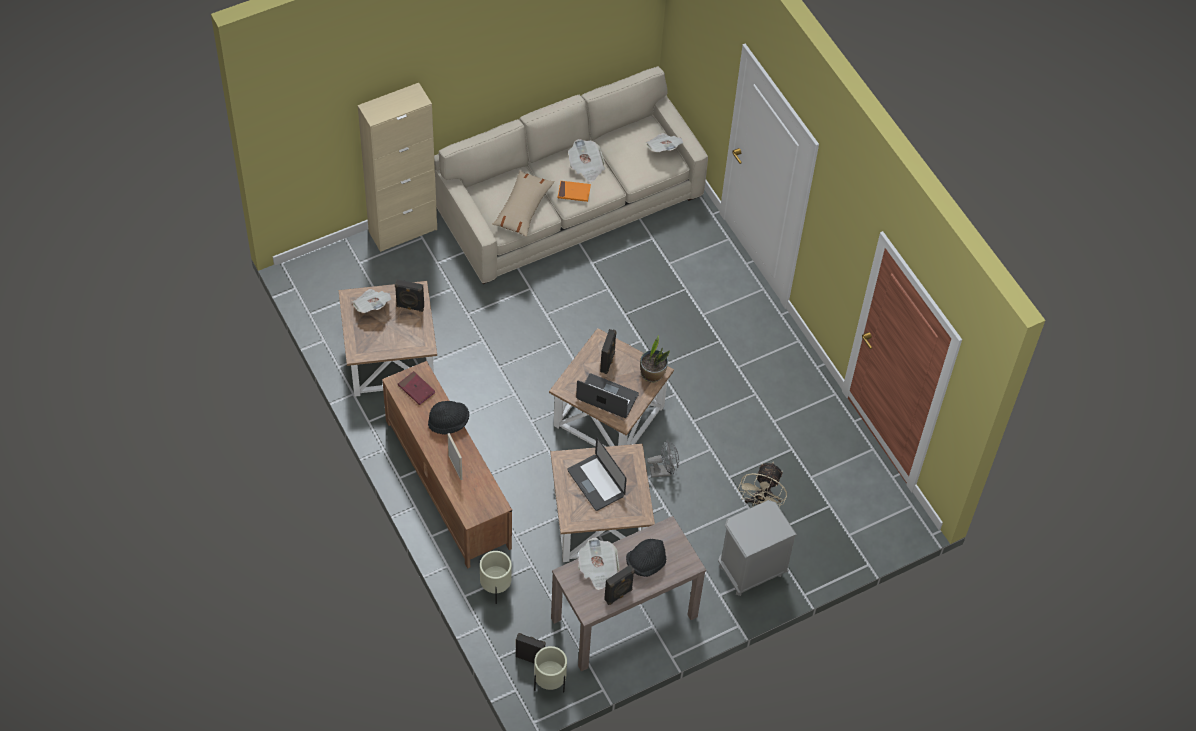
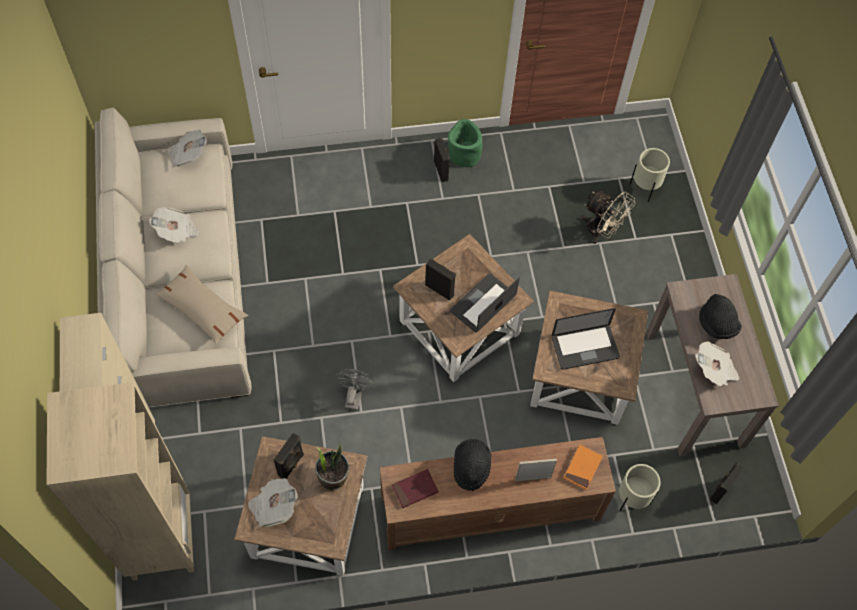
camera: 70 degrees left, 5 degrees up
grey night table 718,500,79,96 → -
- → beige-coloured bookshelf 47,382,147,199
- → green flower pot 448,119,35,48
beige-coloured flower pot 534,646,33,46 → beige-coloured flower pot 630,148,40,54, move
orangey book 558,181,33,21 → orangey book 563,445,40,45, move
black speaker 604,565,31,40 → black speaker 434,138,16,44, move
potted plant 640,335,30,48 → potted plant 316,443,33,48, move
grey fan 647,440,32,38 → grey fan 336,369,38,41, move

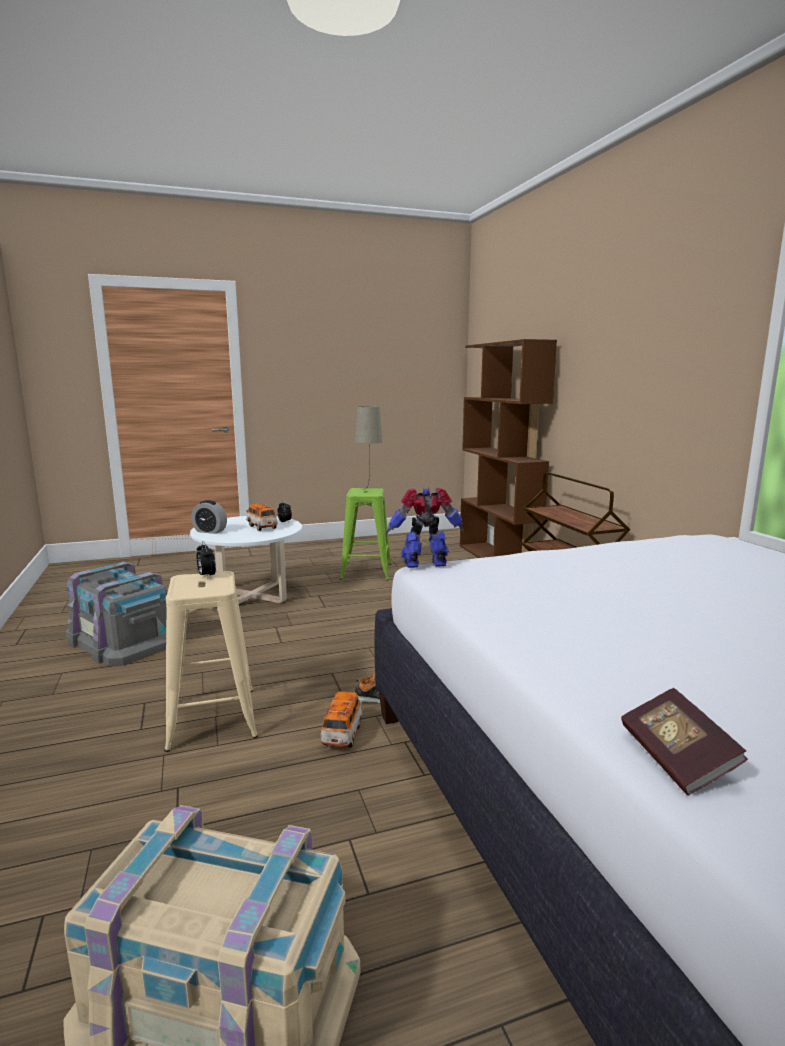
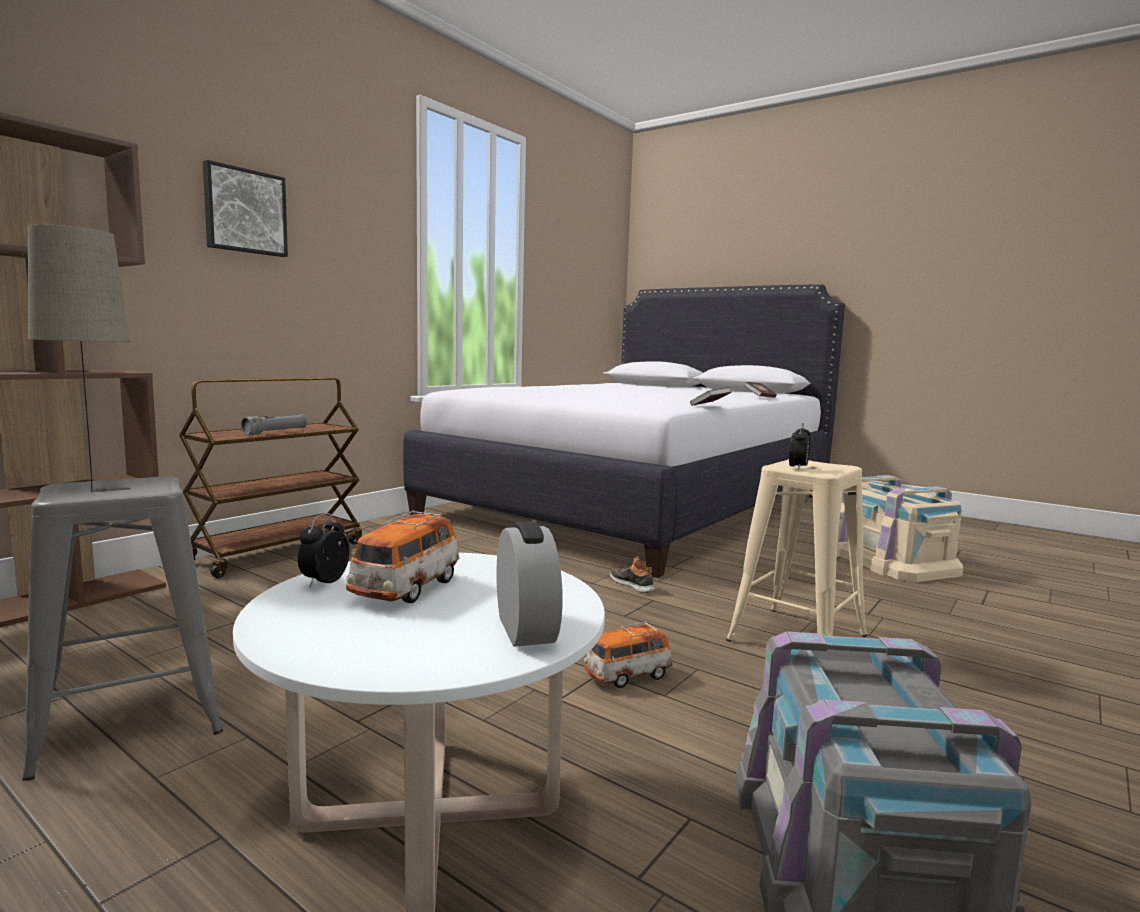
camera: 125 degrees left, 5 degrees down
robot figure 386,487,78,81 → -
- → picture 203,160,85,97
- → grey flashlight 241,414,66,21
- → book 690,387,41,19
toy car 320,692,42,56 → toy car 584,622,89,66, move
green sitting stool 340,488,51,93 → grey sitting stool 22,476,201,305

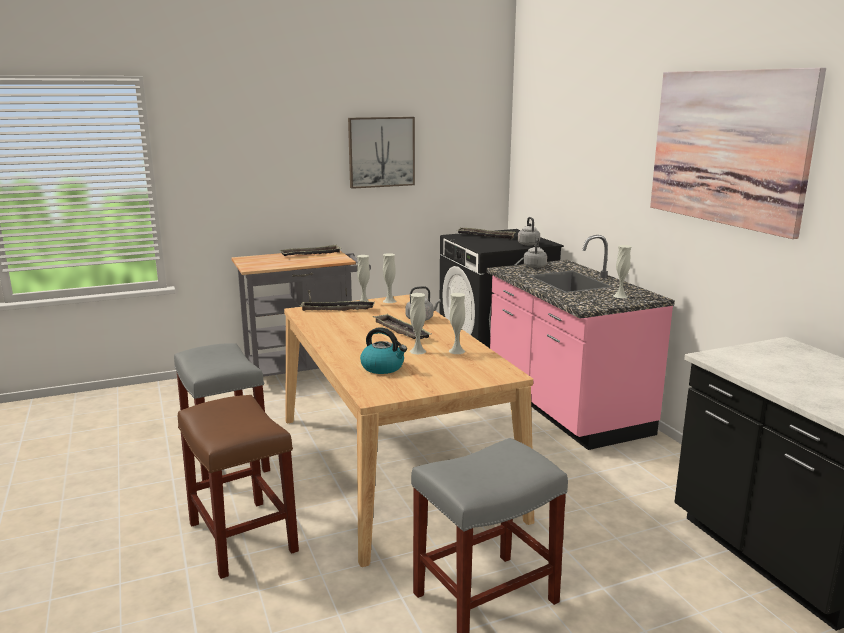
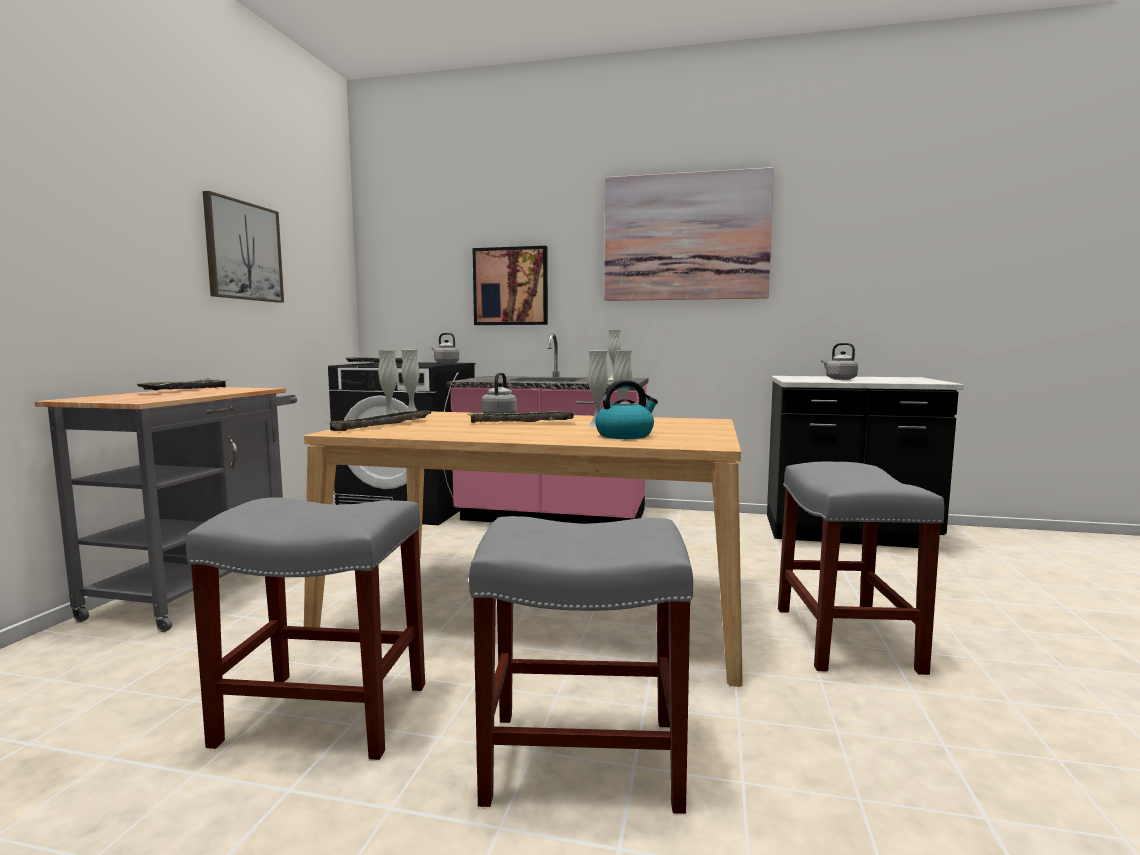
camera: 55 degrees left, 10 degrees down
- → picture 472,246,76,79
grey water kettle 523,238,24,30 → grey water kettle 821,343,37,37, move
brown sitting stool 178,395,121,184 → grey sitting stool 469,516,224,298

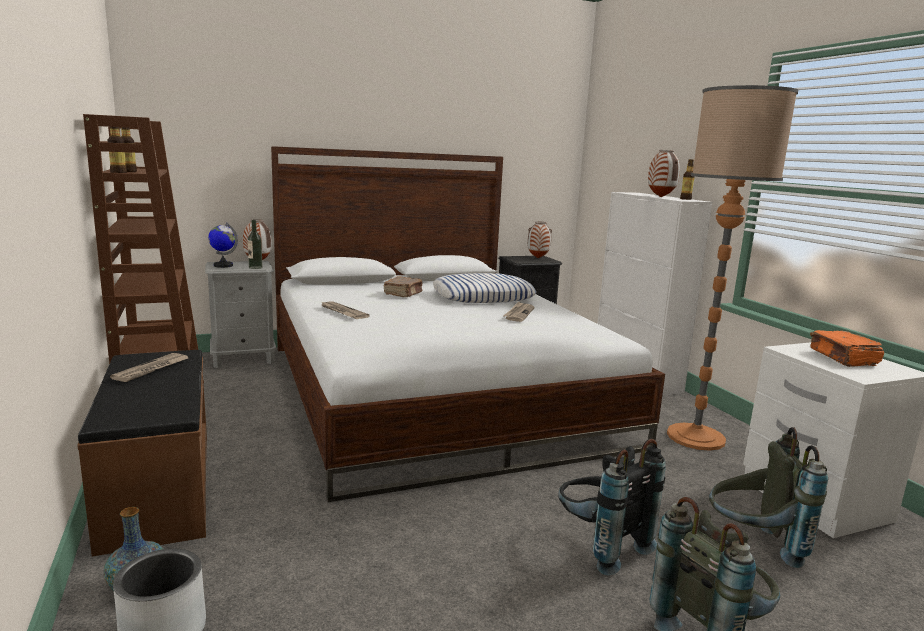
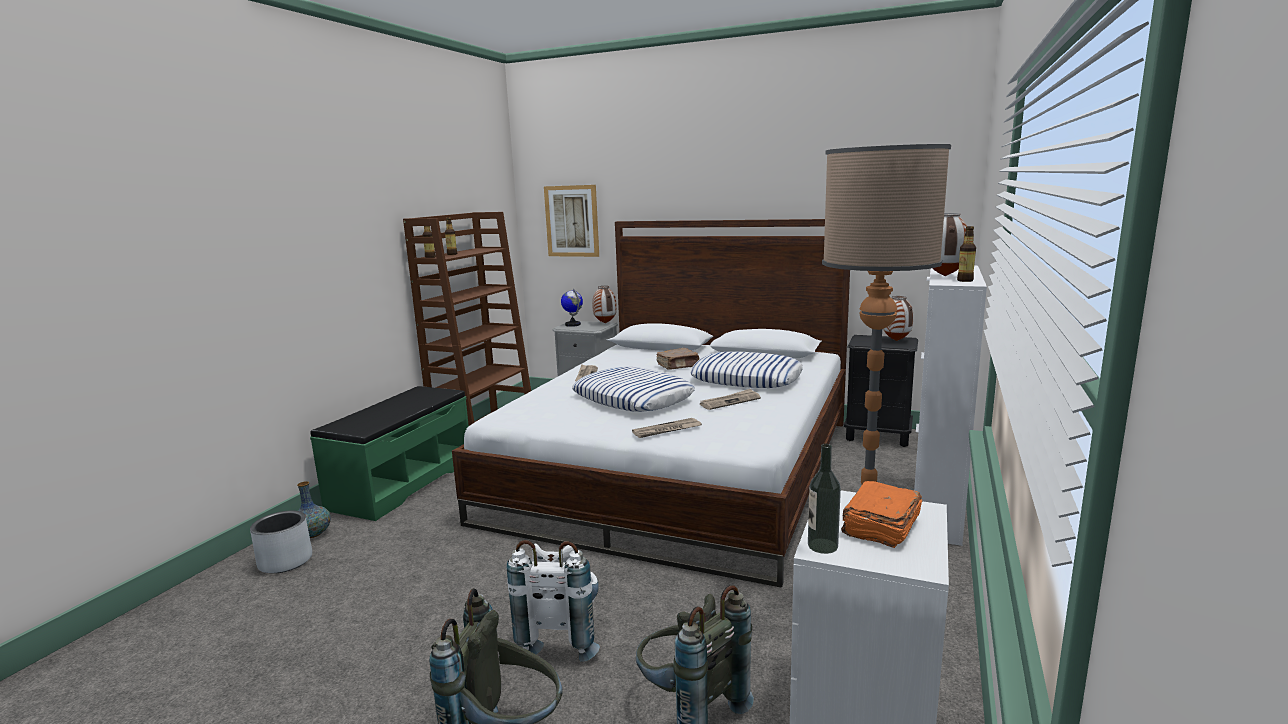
camera: 45 degrees right, 0 degrees up
- → picture 544,185,55,72
- → cushion 572,367,123,45
daily paper 110,353,78,29 → daily paper 632,418,70,20, move
beverage bottle 248,220,15,49 → beverage bottle 808,444,33,110, move
brown bench 77,350,130,207 → green bench 310,386,159,135
black knapsack 558,439,108,137 → whitish knapsack 507,540,93,122

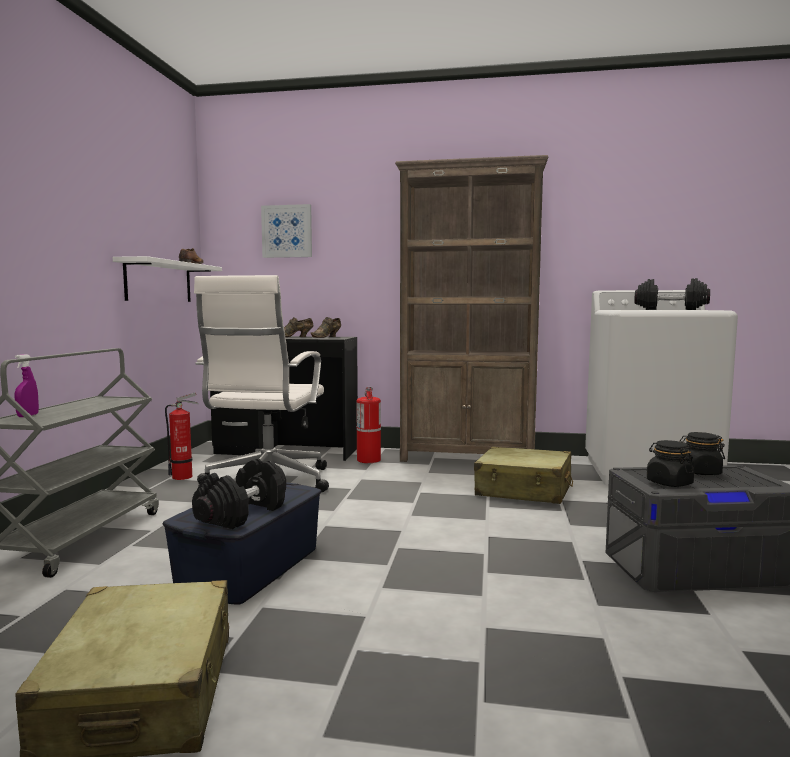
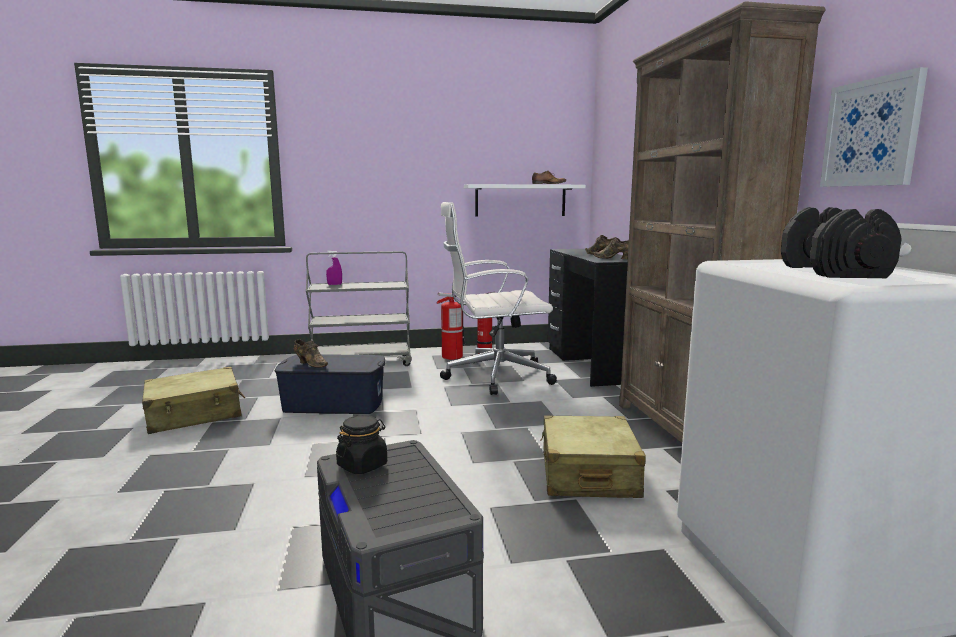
camera: 70 degrees right, 5 degrees up
black storage jar 679,432,46,43 → -
picture 261,204,51,54 → picture 820,67,108,120, move
extinguisher 356,387,25,76 → extinguisher 437,292,28,68, move
black free weight 192,459,94,70 → brown low shoe 294,339,34,29

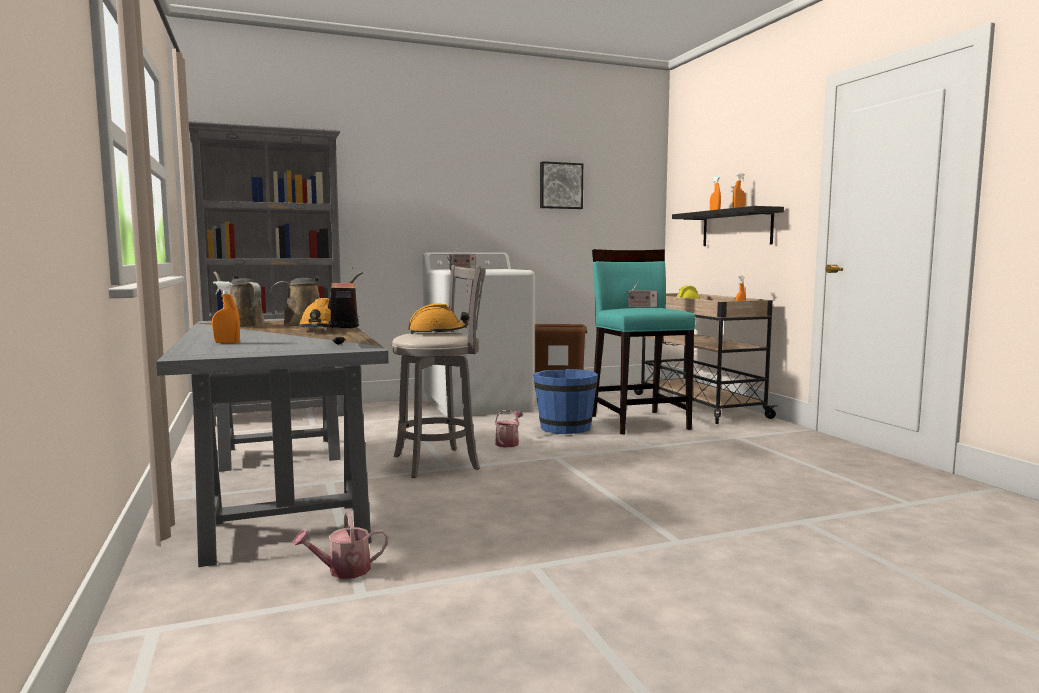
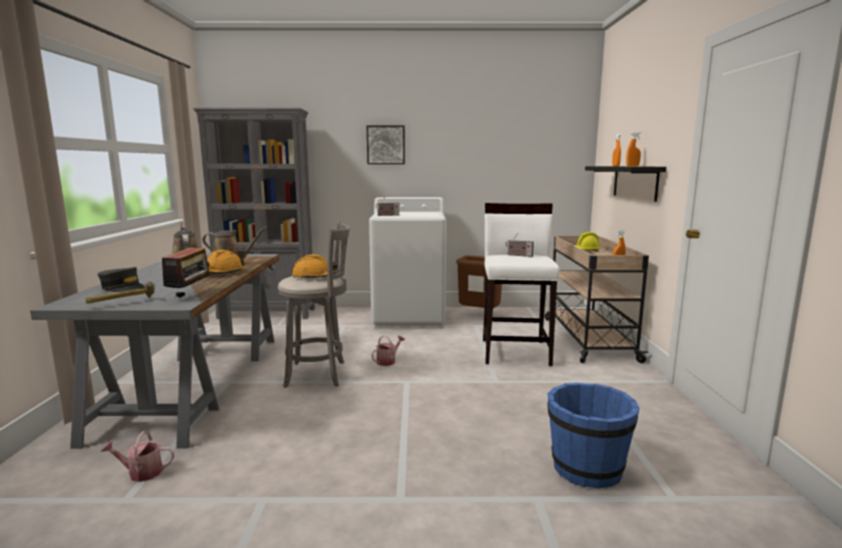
camera: 20 degrees right, 5 degrees up
- → hand hammer 85,282,70,22
blue-coloured water bucket 533,369,65,65 → blue-coloured water bucket 547,383,93,105, move
picture 540,161,43,48 → picture 367,126,38,38, move
orangey sprayer 212,281,28,62 → grey cap 98,267,47,25
turquoise-coloured sitting stool 592,249,104,186 → whitish sitting stool 483,203,77,163

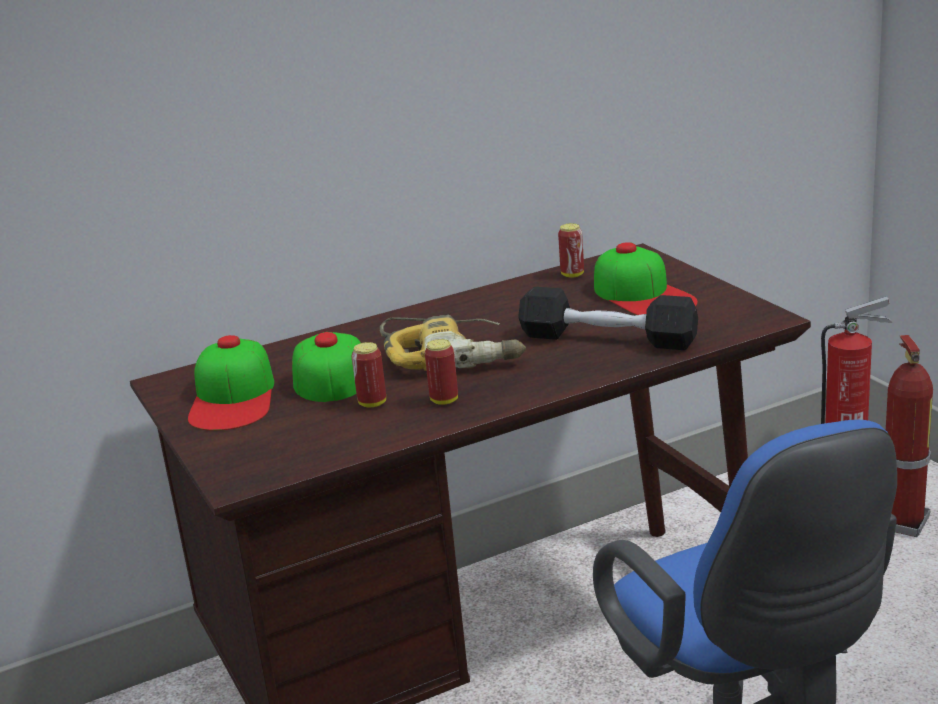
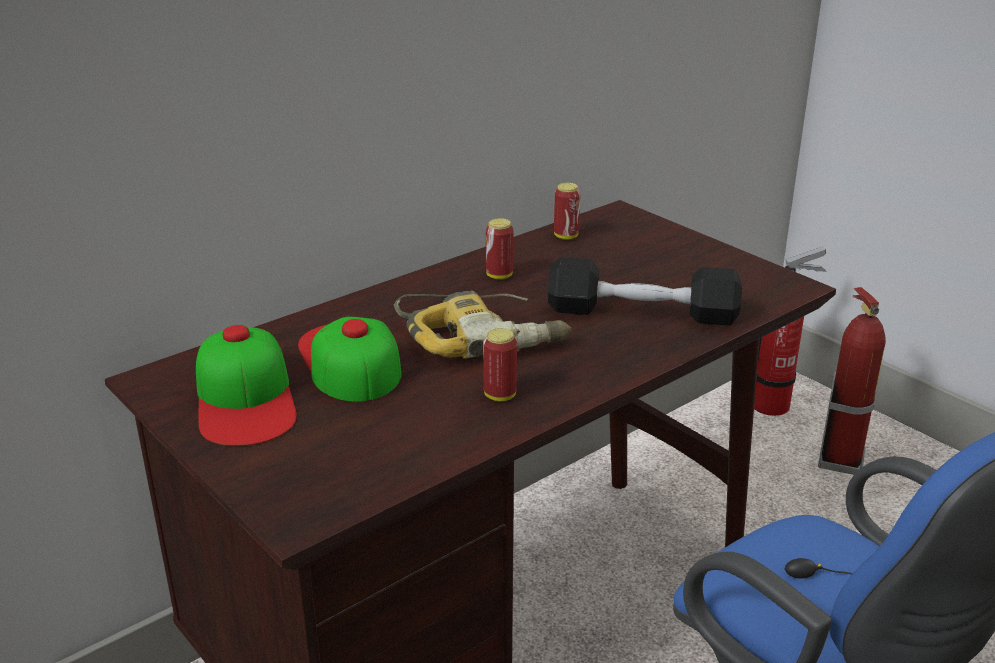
camera: 15 degrees left, 5 degrees up
cap 594,242,104,73 → -
can 351,342,35,65 → can 486,218,28,61, move

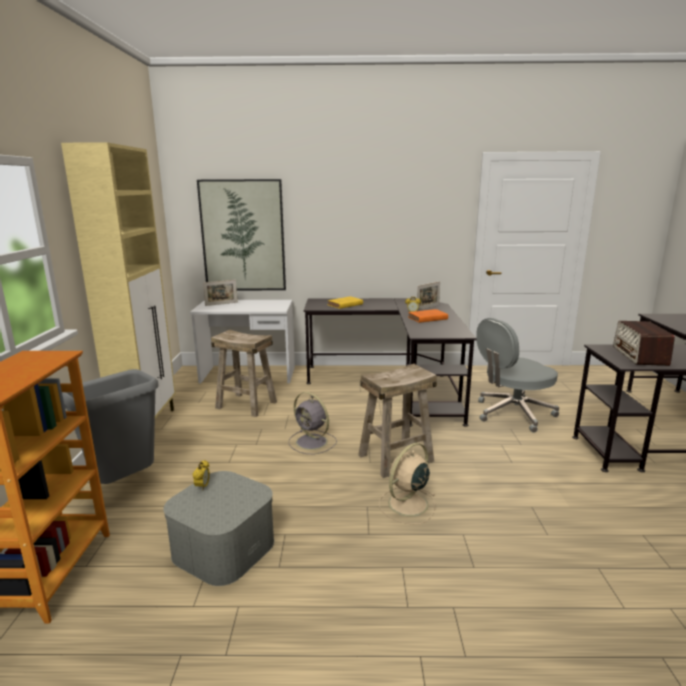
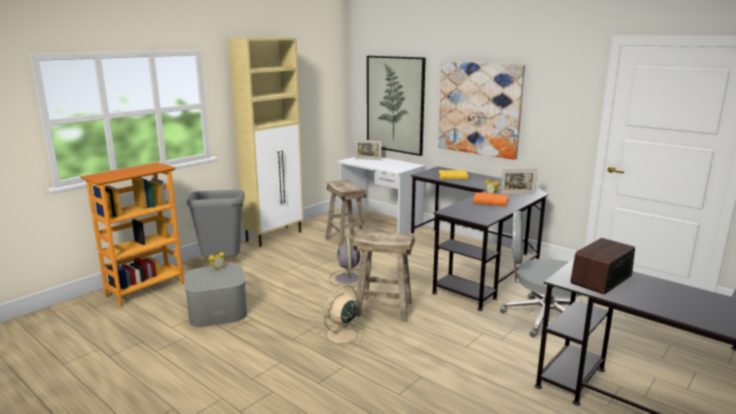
camera: 40 degrees right, 0 degrees up
- → picture 438,61,87,99
beige-coloured fan 379,443,56,82 → beige-coloured fan 317,285,47,64, 45 degrees counterclockwise

